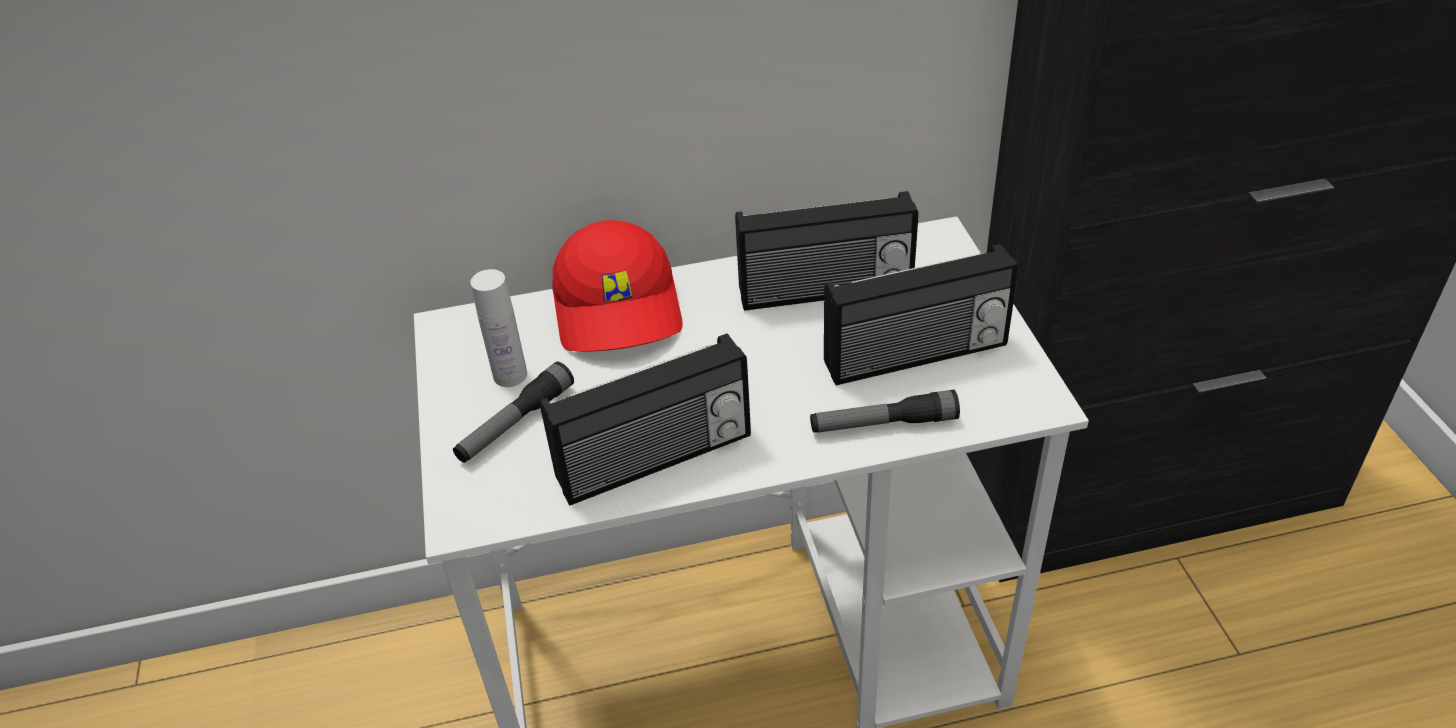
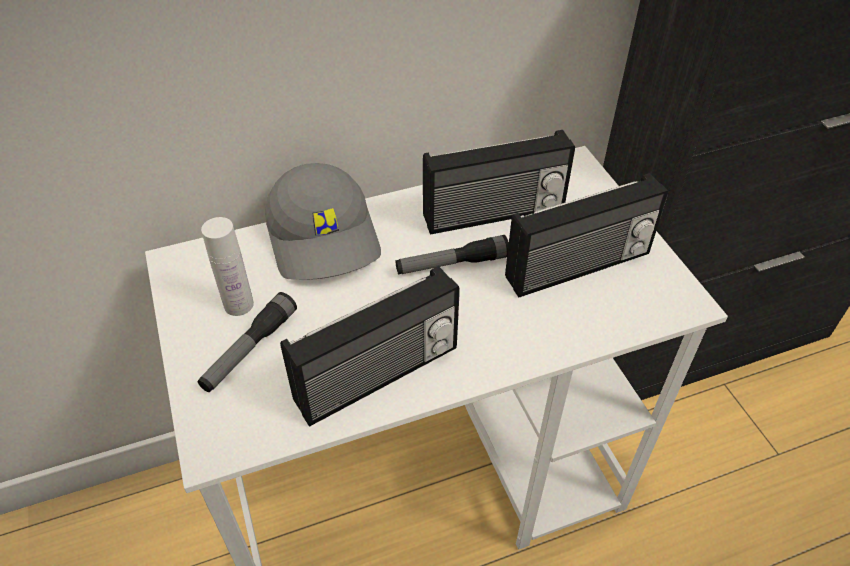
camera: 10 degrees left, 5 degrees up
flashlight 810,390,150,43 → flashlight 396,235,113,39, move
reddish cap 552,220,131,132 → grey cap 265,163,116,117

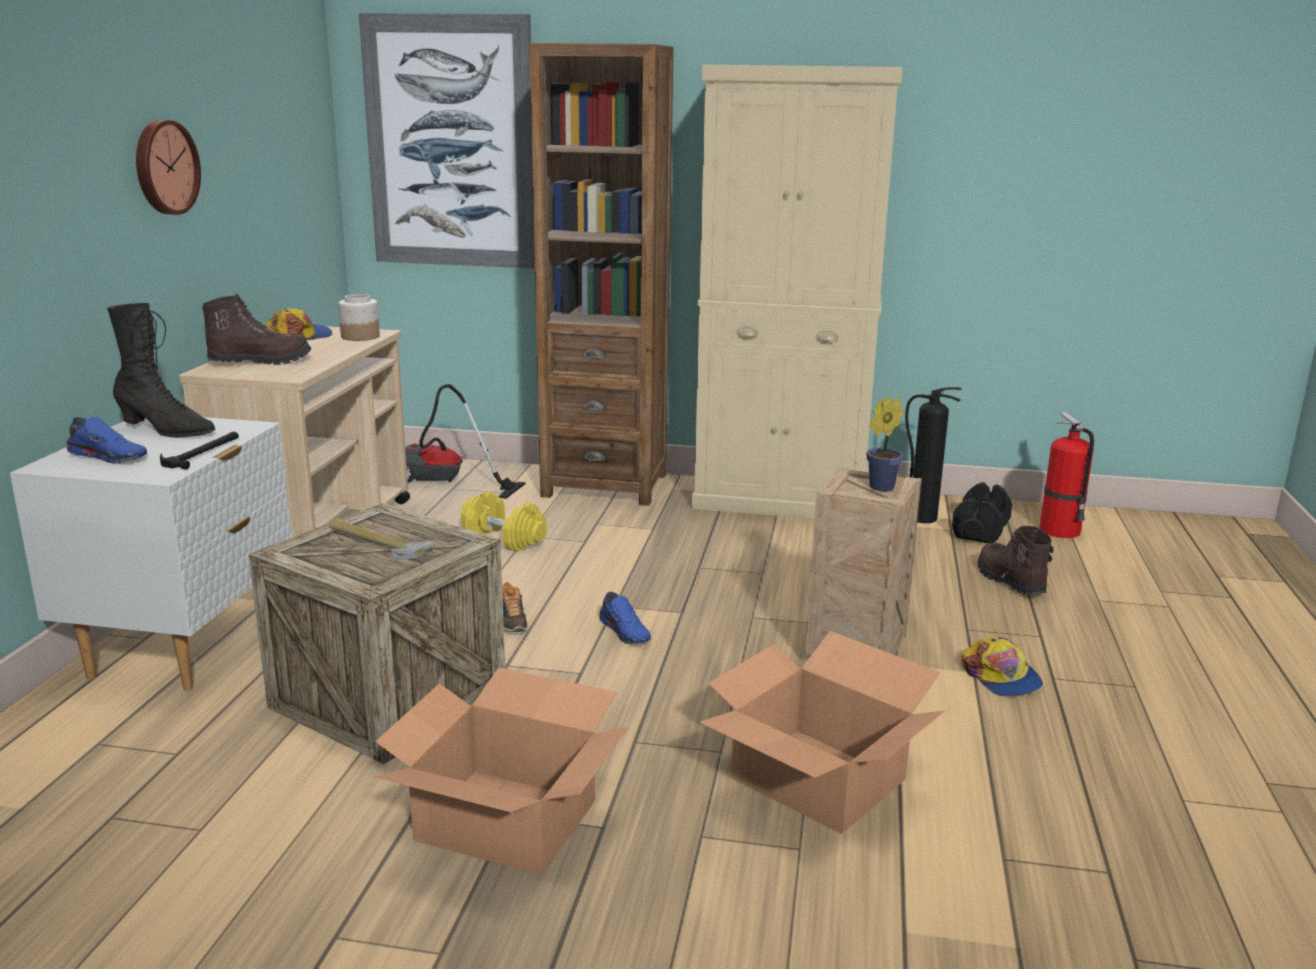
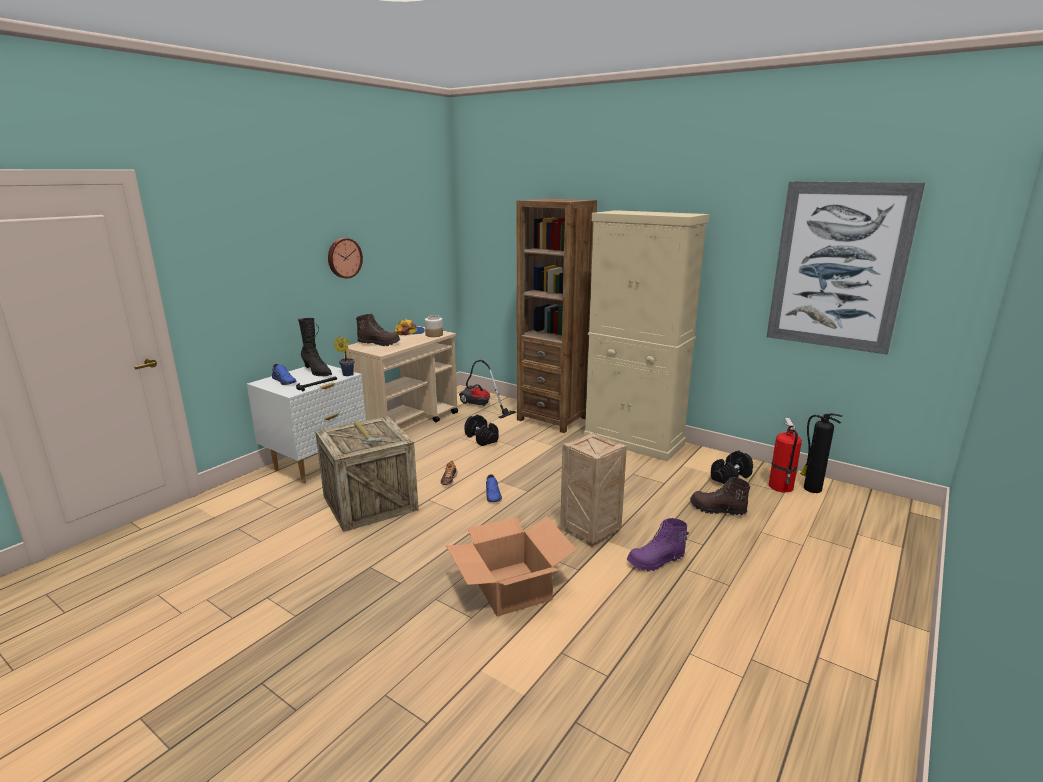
camera: 25 degrees right, 0 degrees up
cardboard box 373,668,256,207 → -
picture 359,13,176,255 → picture 767,181,158,174, move
potted plant 866,397,37,94 → potted plant 334,337,21,39, move
extinguisher 905,387,57,136 → extinguisher 800,413,42,80, move
cap 961,636,82,61 → purple-coloured boot 627,518,62,54
yellow-coloured free weight 461,492,86,60 → black free weight 464,415,35,31
brown boot 978,526,76,69 → brown boot 690,477,60,38, 75 degrees counterclockwise

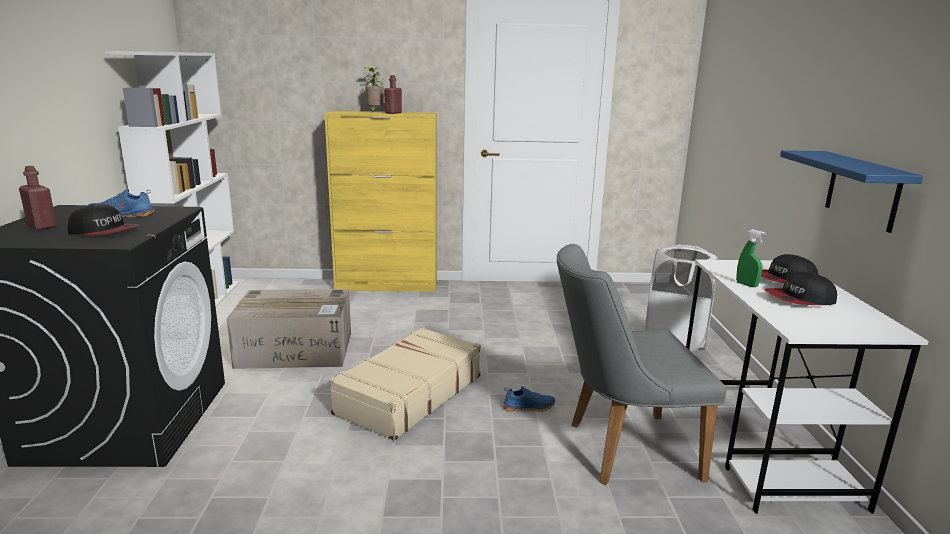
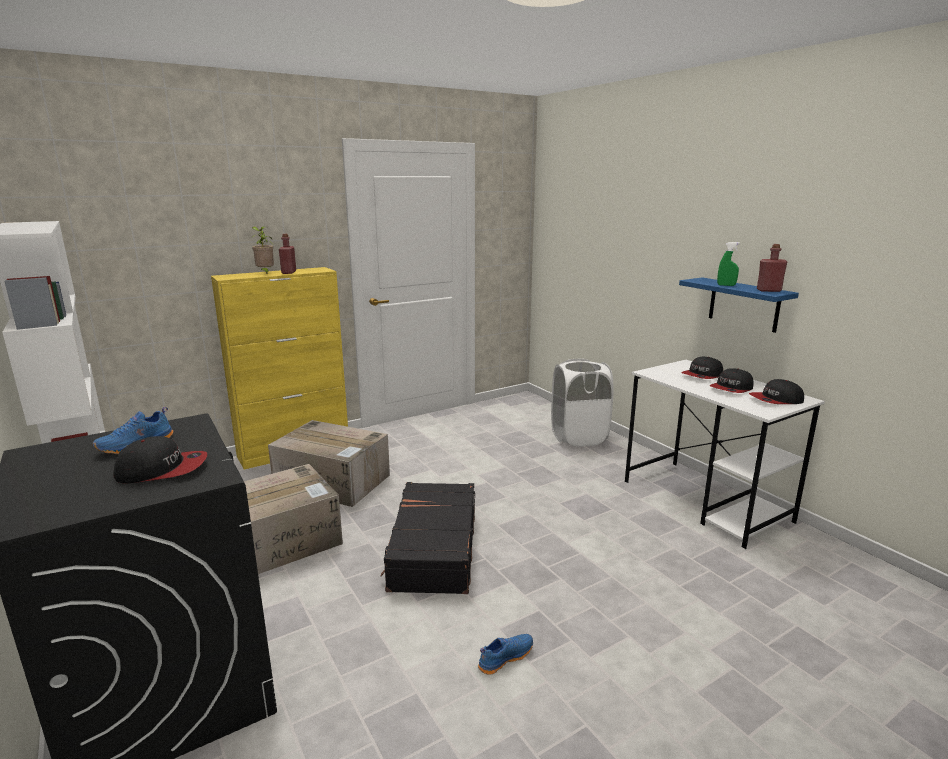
camera: 30 degrees left, 0 degrees up
grey plain chair 557,244,169,241 → -
- → cardboard box 268,420,122,87
- → cap 749,379,55,25
reddish beverage bottle 19,166,38,64 → reddish beverage bottle 757,244,30,48, move
blue-coloured low shoe 503,386,52,26 → blue-coloured low shoe 478,634,55,41, move
green sprayer 736,229,30,58 → green sprayer 717,242,23,44, move
beige-coloured travel case 329,327,152,114 → black travel case 381,482,94,112

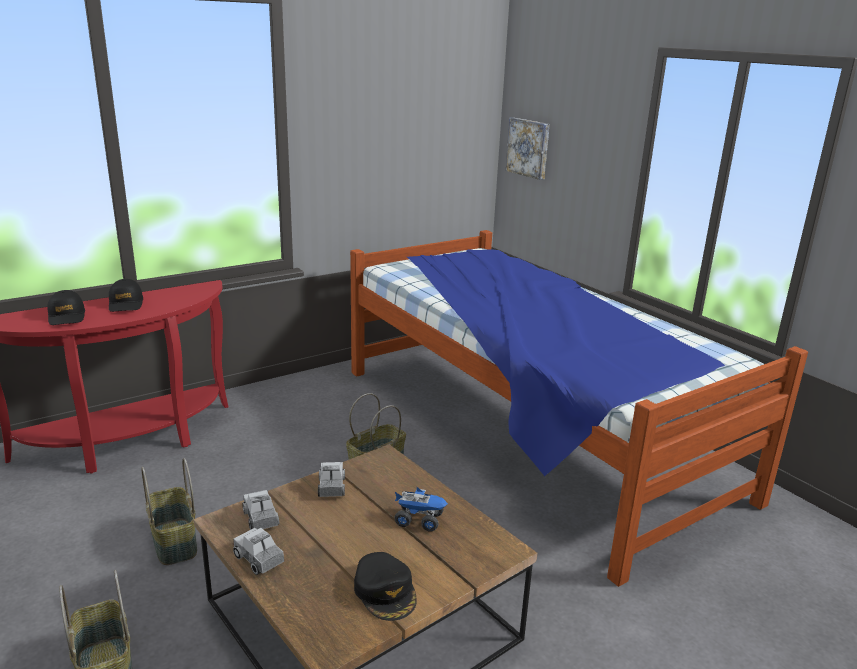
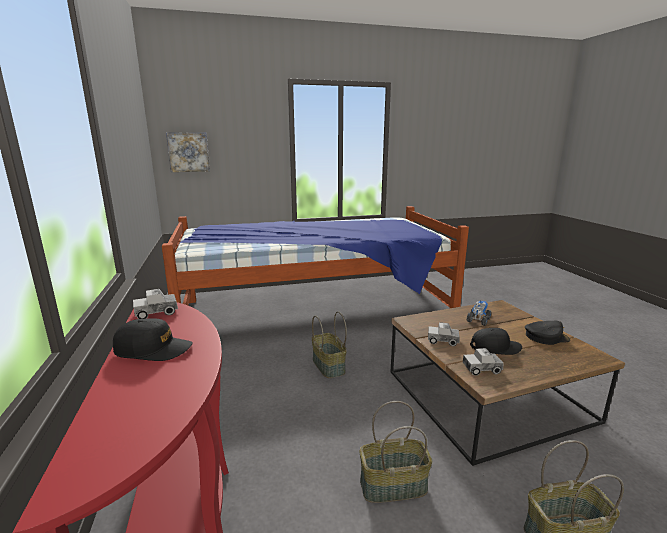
camera: 70 degrees left, 5 degrees down
black cap 47,290,38,35 → black cap 470,328,52,27, move
toy truck 233,528,51,47 → toy truck 133,289,45,30, move

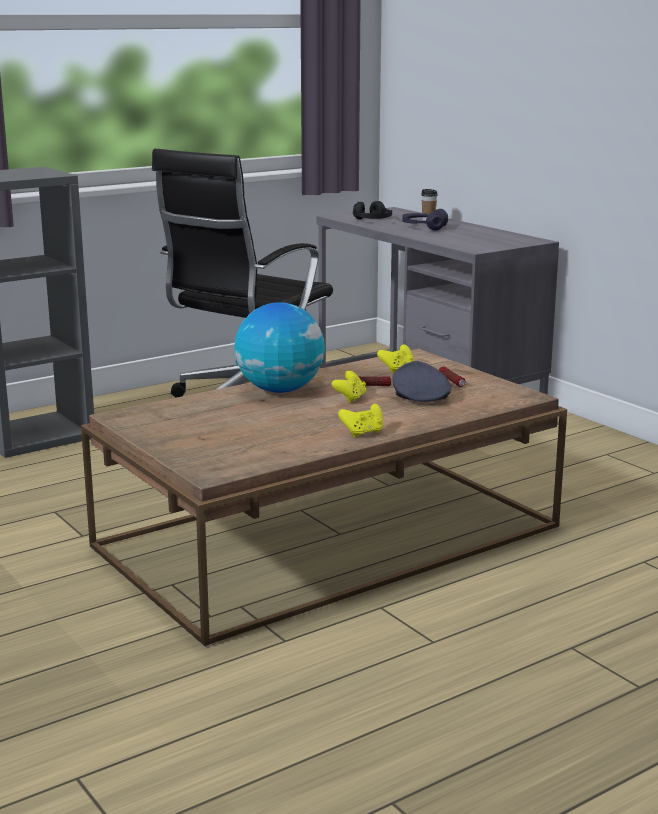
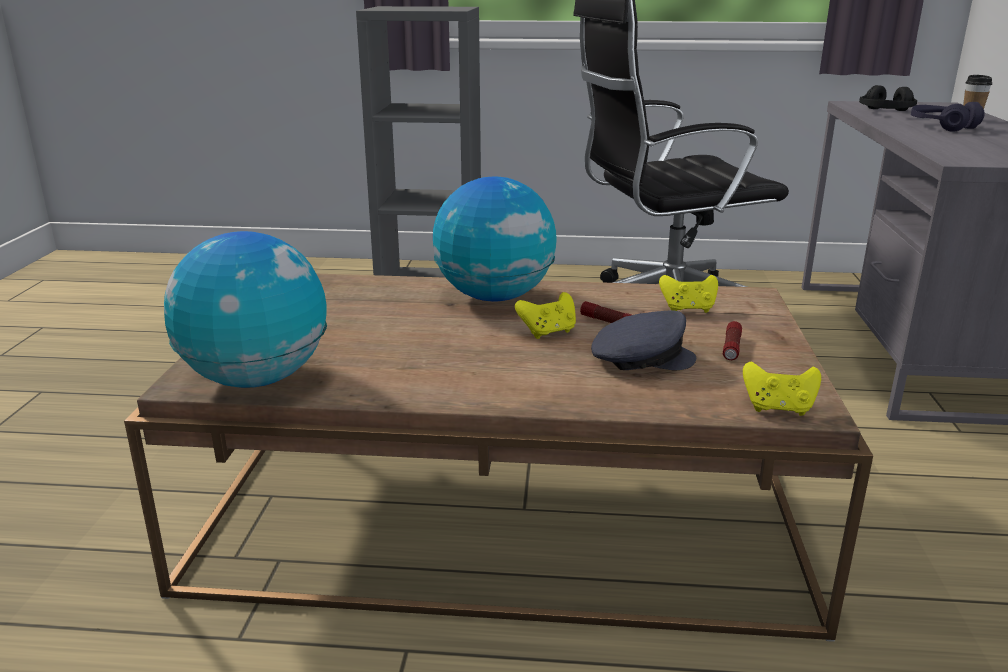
camera: 40 degrees right, 5 degrees up
- → globe 164,231,163,157
yellow-coloured joypad 338,404,45,34 → yellow-coloured joypad 743,362,78,54, move
grey cap 392,361,59,41 → grey cap 591,310,105,60, 60 degrees clockwise

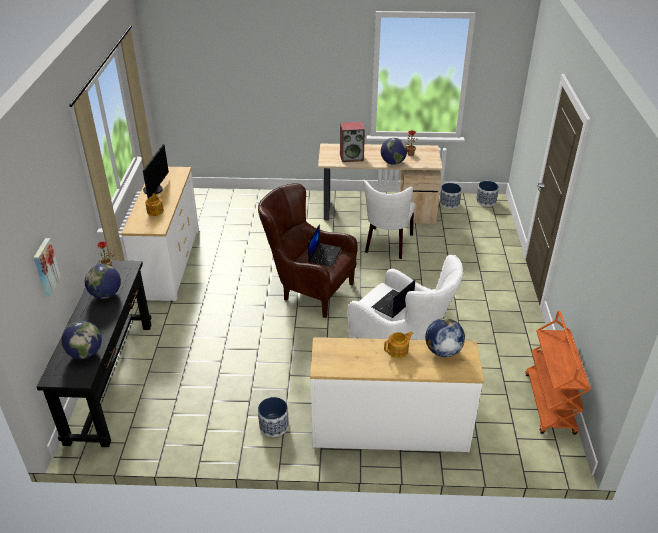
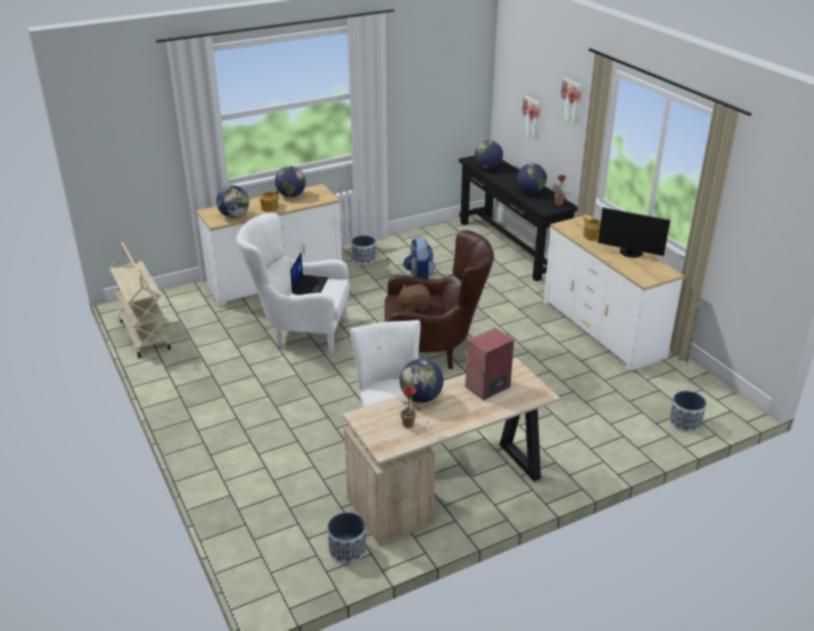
camera: 150 degrees right, 5 degrees down
- → globe 275,166,31,31
- → knapsack 403,237,32,42
- → picture 559,78,23,47
flower pot 476,181,23,25 → flower pot 669,391,37,41, move
notebook computer 308,224,34,43 → brown soft toy 397,284,34,28
orangey cart 525,311,66,124 → beige-coloured cart 110,242,61,116
computer display 143,144,26,54 → computer display 598,207,72,51, 45 degrees counterclockwise

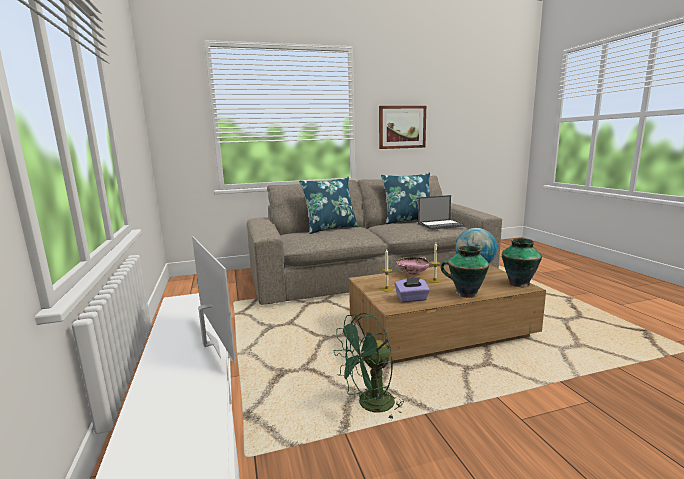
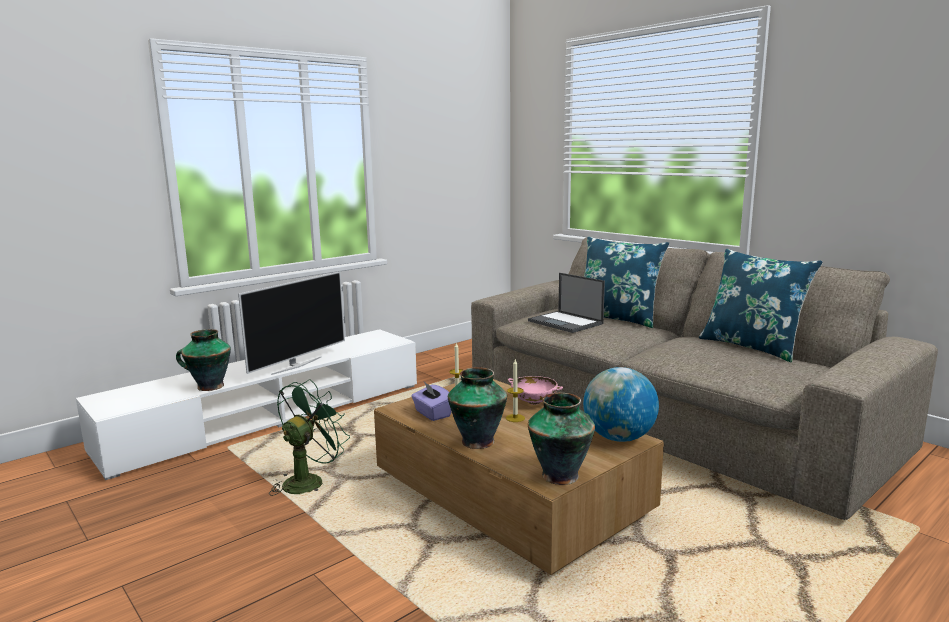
camera: 65 degrees right, 0 degrees up
picture 379,106,47,43 → -
- → flower vase 176,329,55,62
notebook computer 418,195,47,35 → notebook computer 528,273,77,60, move
green fan 334,313,70,106 → green fan 269,379,81,117, 90 degrees clockwise

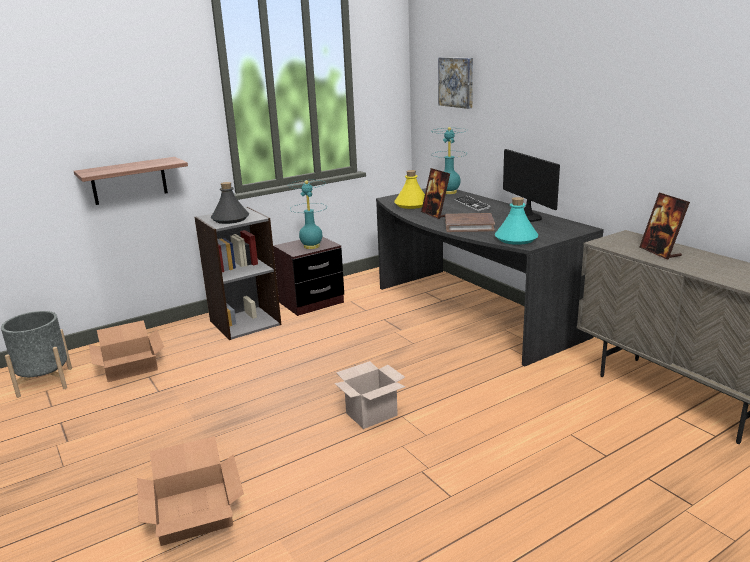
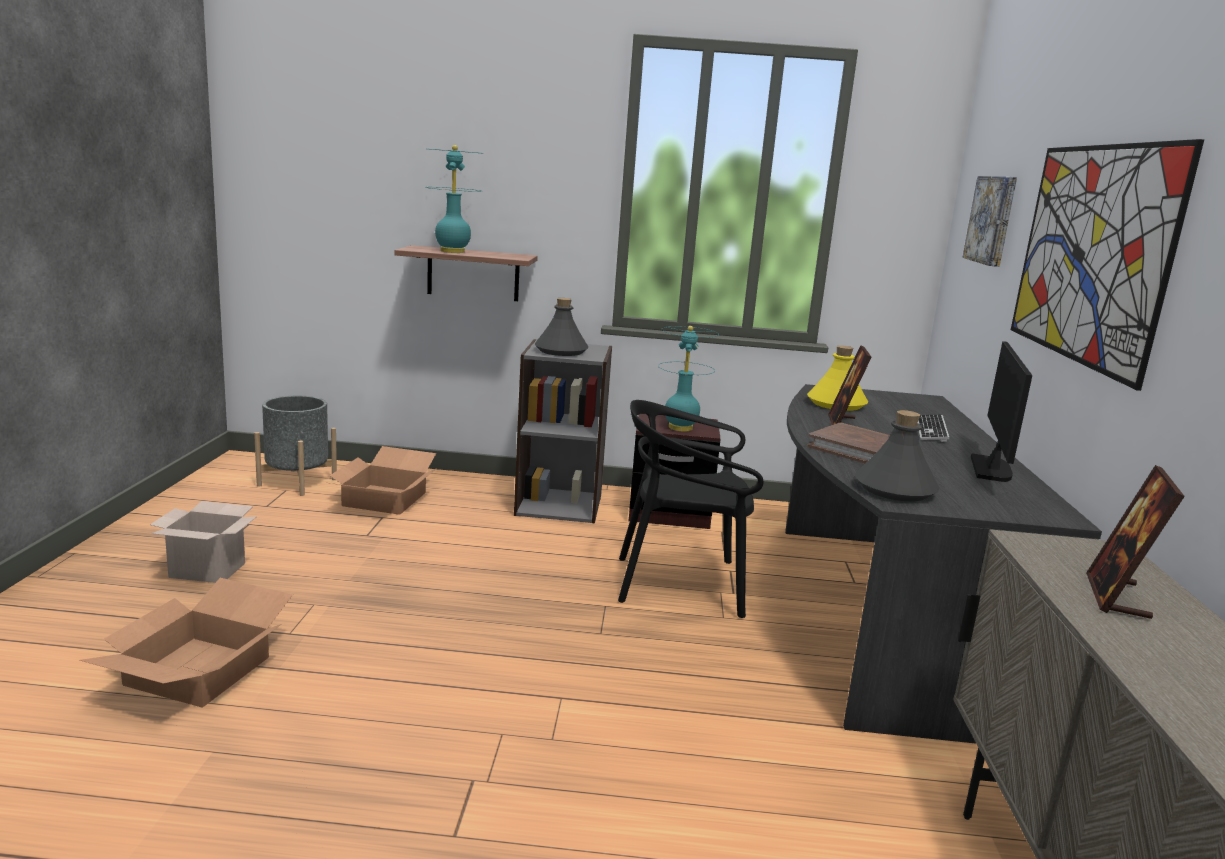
camera: 35 degrees right, 5 degrees down
- → black plain chair 618,400,145,218
- → picture 1011,139,193,252
cardboard box 334,361,71,68 → cardboard box 150,501,106,82, move
turquoise-coloured tabletop lamp 431,127,37,67 → turquoise-coloured tabletop lamp 425,145,57,108, move
turquoise-coloured beverage bottle 495,197,43,48 → grey beverage bottle 855,410,85,91

